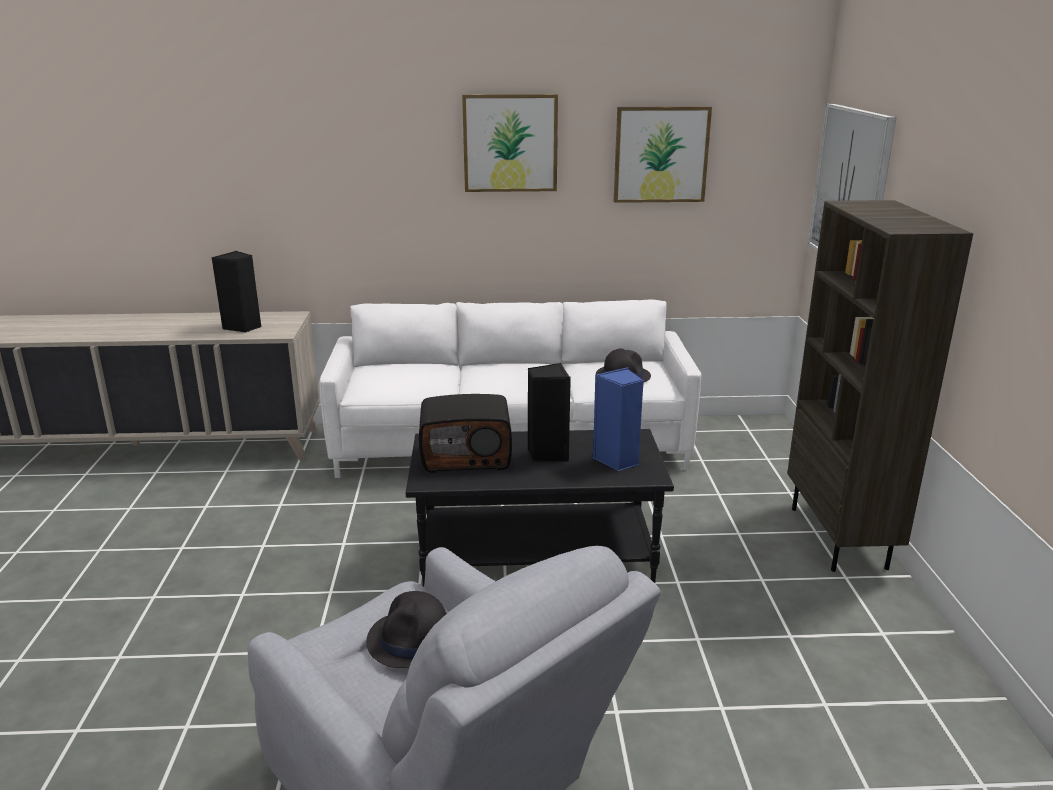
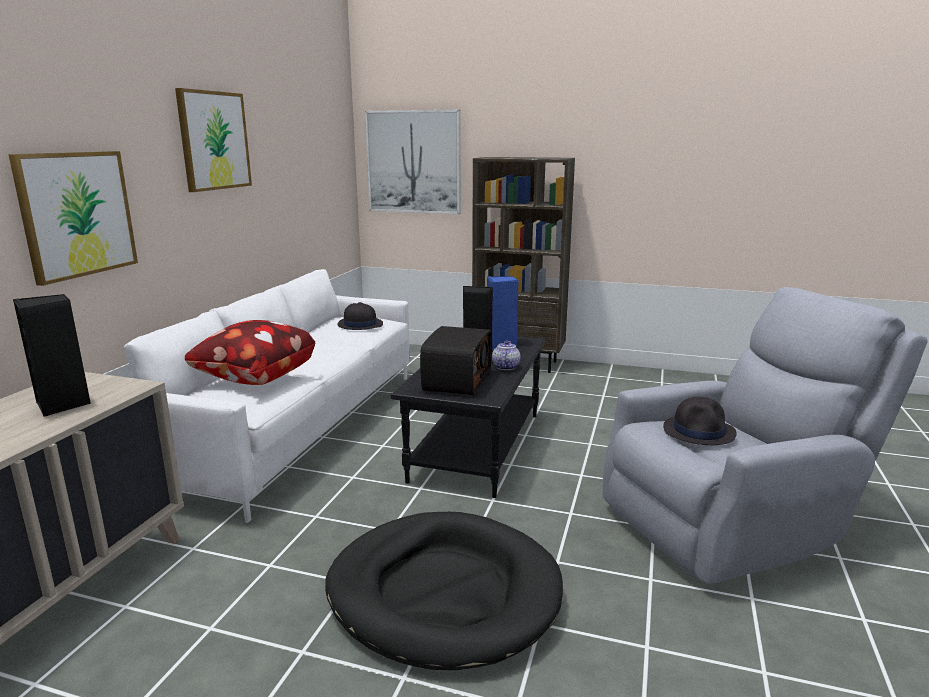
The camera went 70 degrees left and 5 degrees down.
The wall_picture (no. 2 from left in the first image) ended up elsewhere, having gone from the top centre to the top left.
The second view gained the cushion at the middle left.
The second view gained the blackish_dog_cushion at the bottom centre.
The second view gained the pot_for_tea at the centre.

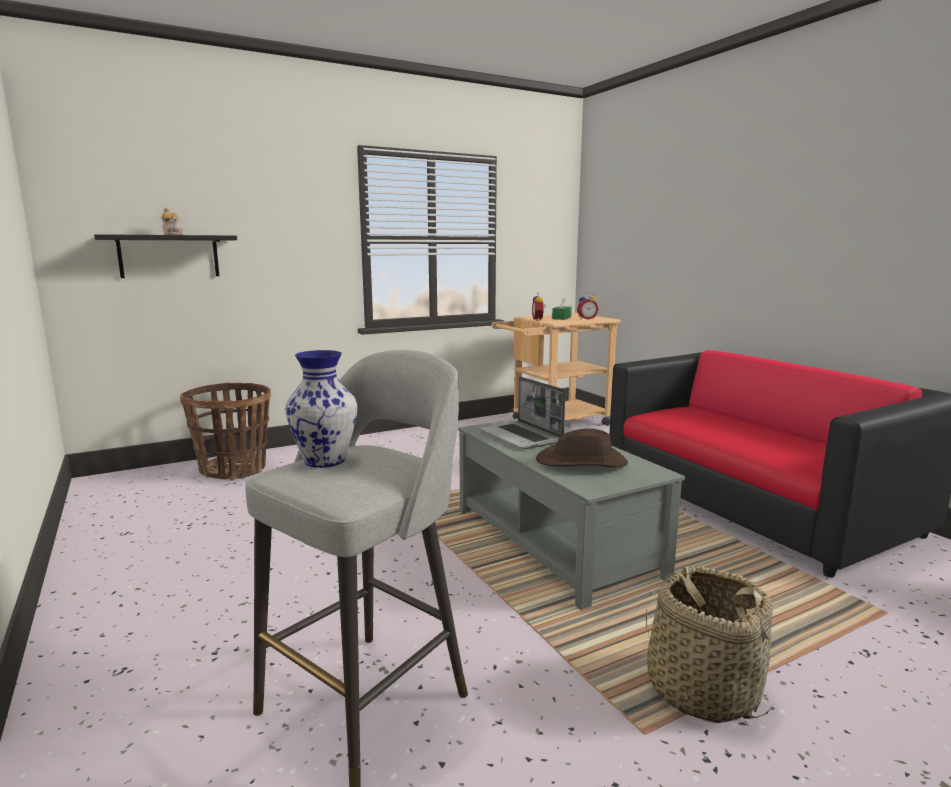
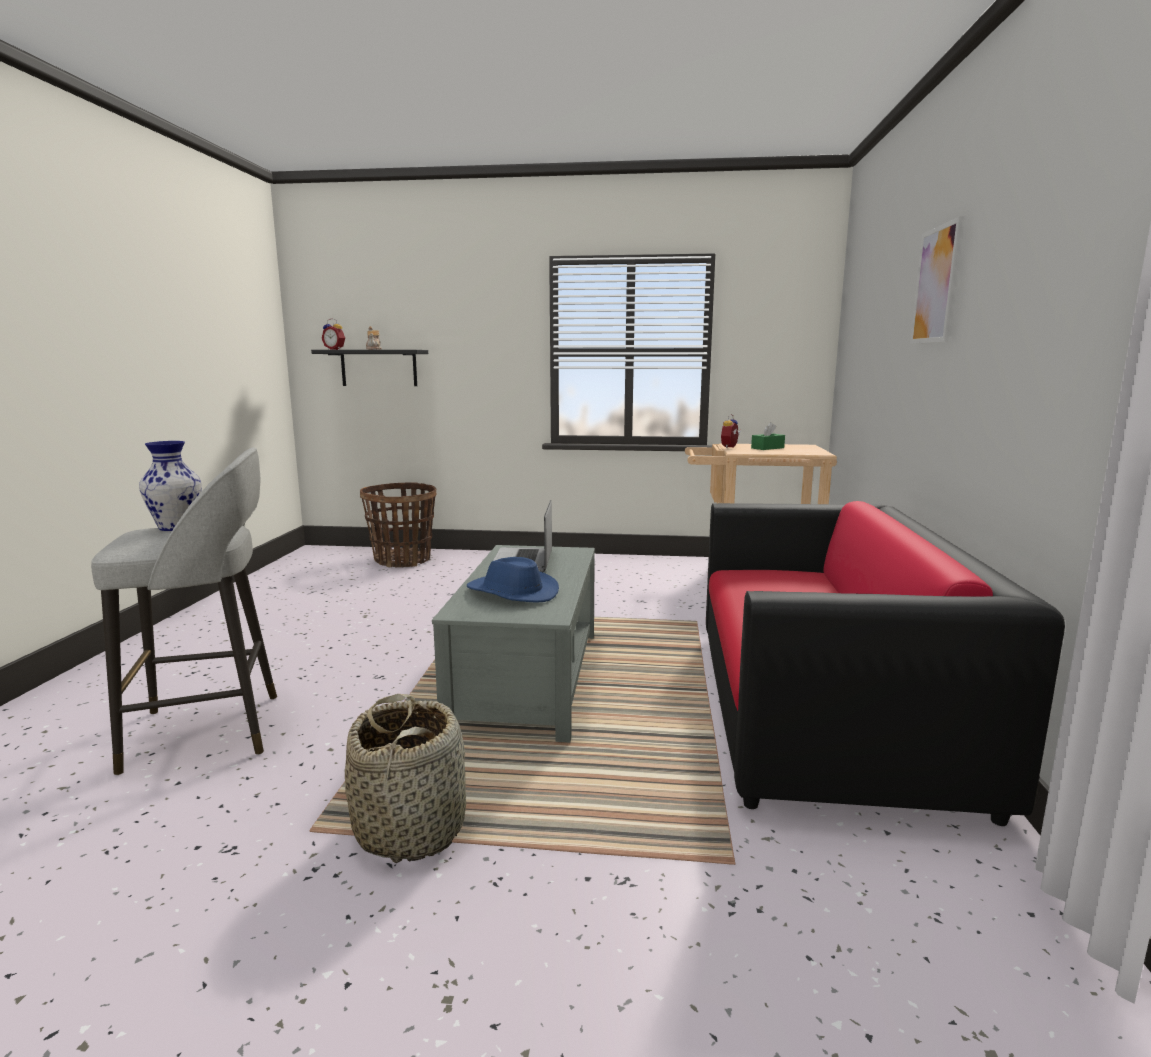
The camera went 35 degrees right and 0 degrees up.
What was the brownish_clothing_hat at the centre turned into the bluish_clothing_hat at the centre.
The alarm_clock (no. 2 from left in the first image) ended up elsewhere, having gone from the centre to the top left.
The second view gained the wall_picture at the top right.

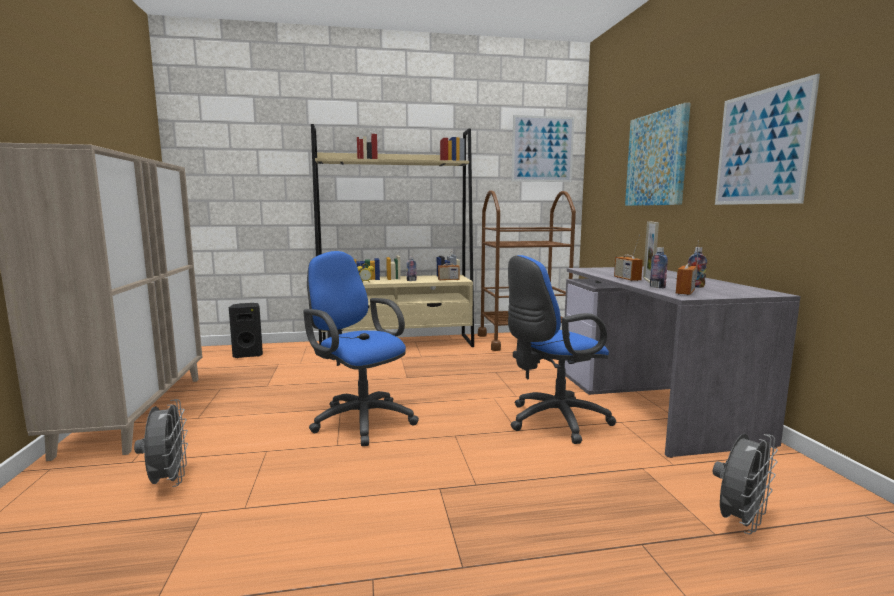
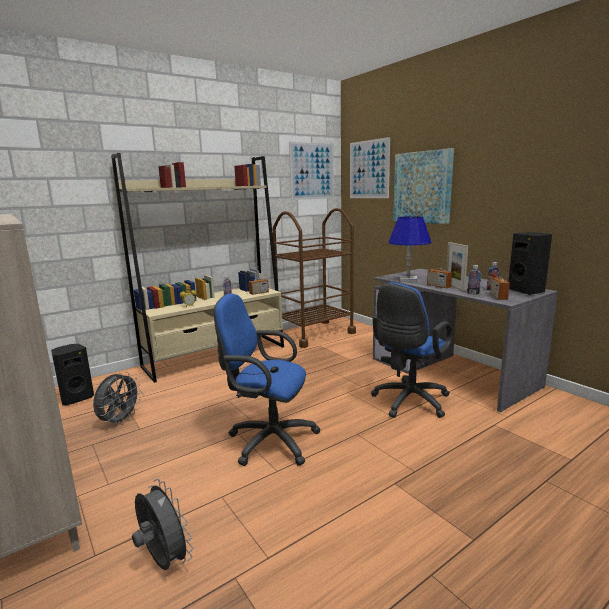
The camera went 25 degrees left and 5 degrees up.
The gray_fan (no. 2 from left in the first image) ended up elsewhere, having gone from the bottom right to the middle left.
The wall_picture (no. 3 from left in the first image) ended up elsewhere, having gone from the top right to the top centre.
The second view gained the bluish_lamp_for_a_table at the middle right.
The second view gained the blackish_loudspeaker (no. 2 from left) at the middle right.

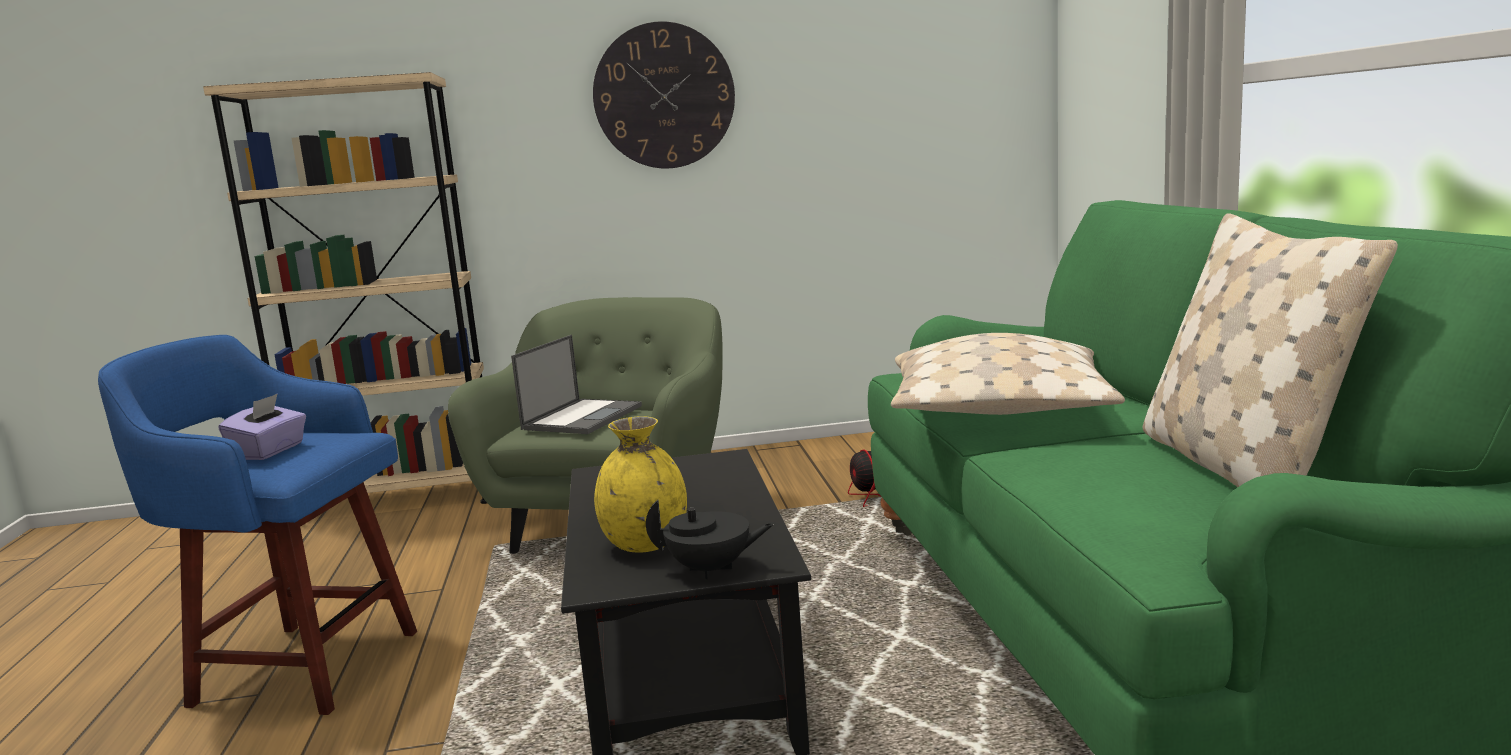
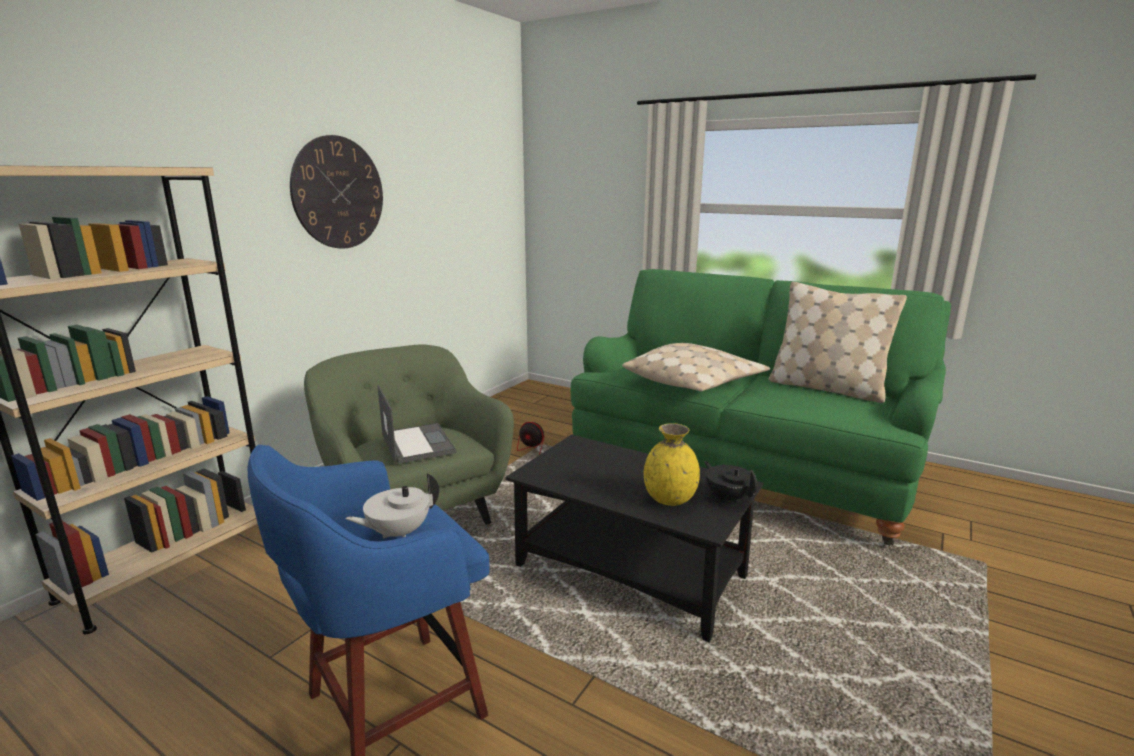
The camera went 50 degrees left and 5 degrees up.
Where the purplish_tissue_holder stood at the middle left, the whitish_pot_for_tea came to stand at the bottom centre.
The blackish_pot_for_tea at the bottom centre ended up facing another way, 75 degrees counterclockwise from before.

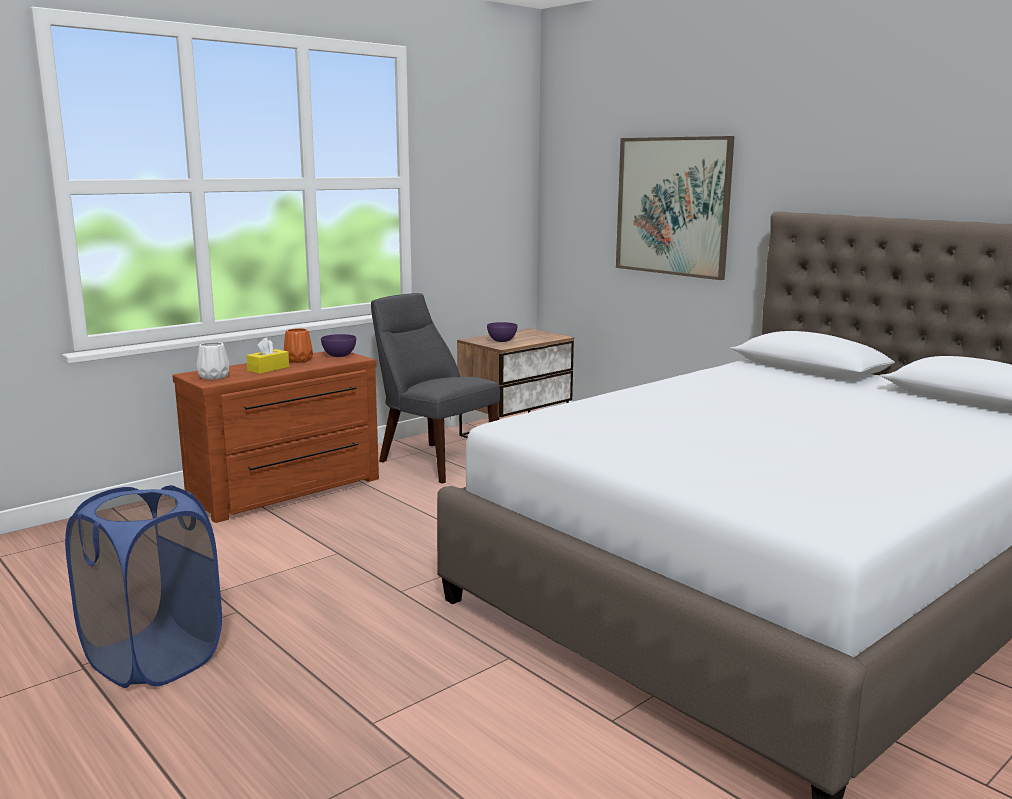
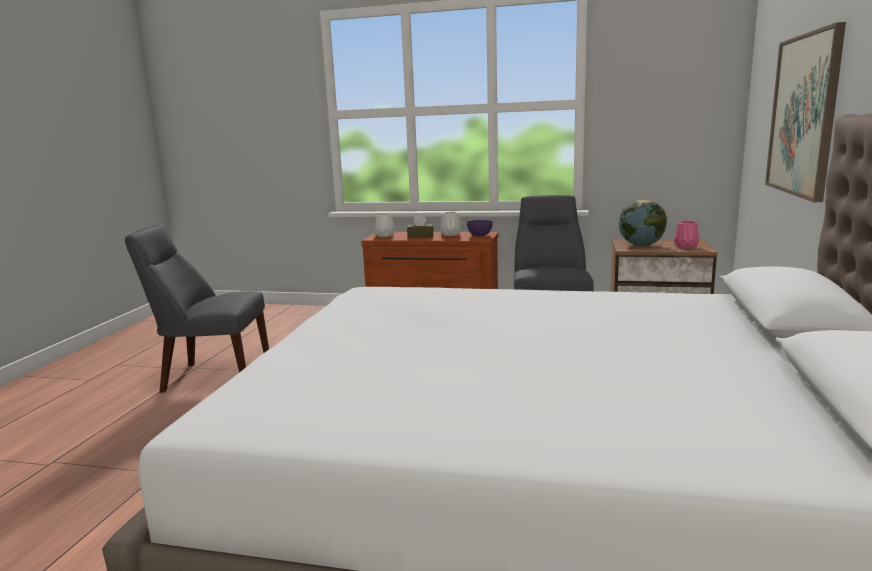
The camera went 55 degrees right and 0 degrees up.
Where the bluish_hamper stood at the bottom left, the gray_chair (no. 1 from left) came to stand at the middle left.
What was the yellowish_tissue_holder at the middle left turned into the brownish_tissue_holder at the centre.
What was the orangey_decorative_vase at the middle left turned into the whitish_decorative_vase (no. 2 from left) at the centre.
Where the purplish_deep_dish (no. 2 from left) stood at the centre, the world_globe came to stand at the middle right.
The second view gained the pink-coloured_decorative_vase at the middle right.

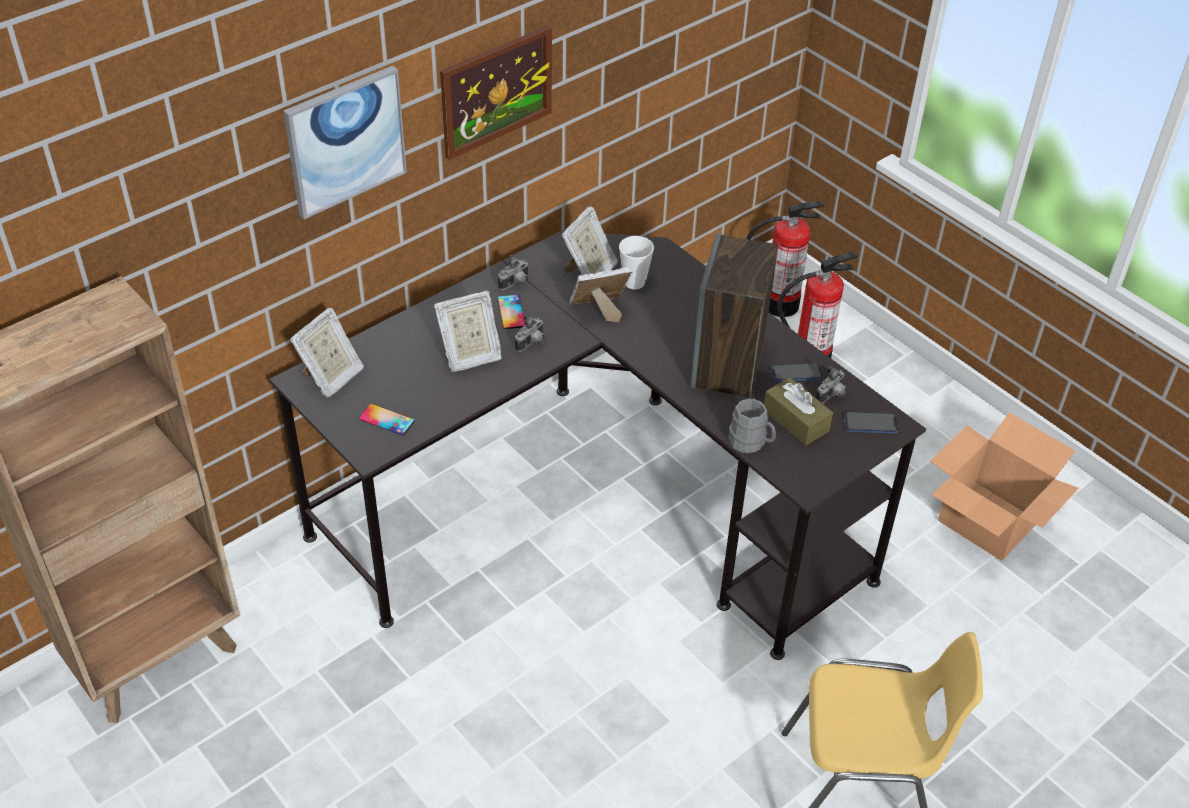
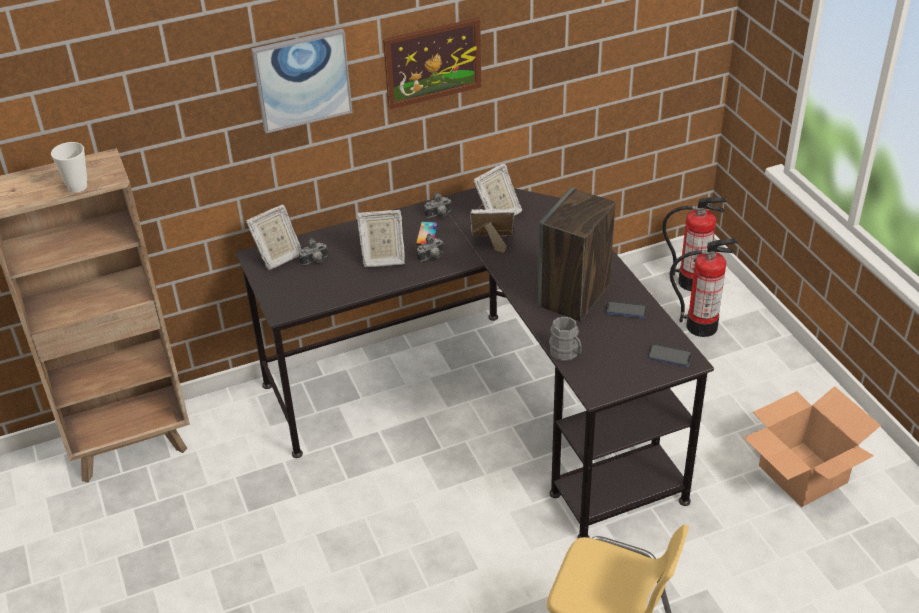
The camera went 20 degrees right and 5 degrees down.
The second view lost the handset (no. 1 from left) at the middle left.
The drinking_cup ended up elsewhere, having gone from the top centre to the top left.
The second view lost the brownish_tissue_holder at the middle right.
The photo_camera (no. 3 from left in the first image) ended up elsewhere, having gone from the middle right to the centre.

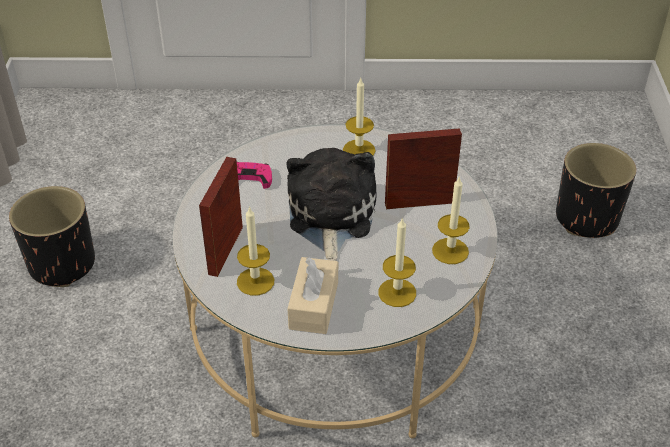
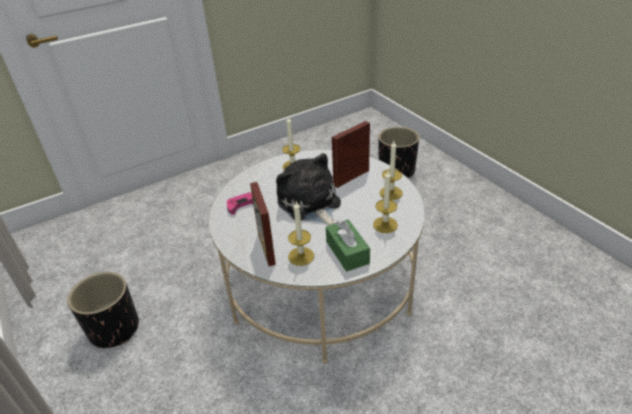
The camera went 30 degrees left and 5 degrees down.
What was the sand-coloured_tissue_holder at the centre turned into the green-coloured_tissue_holder at the centre.

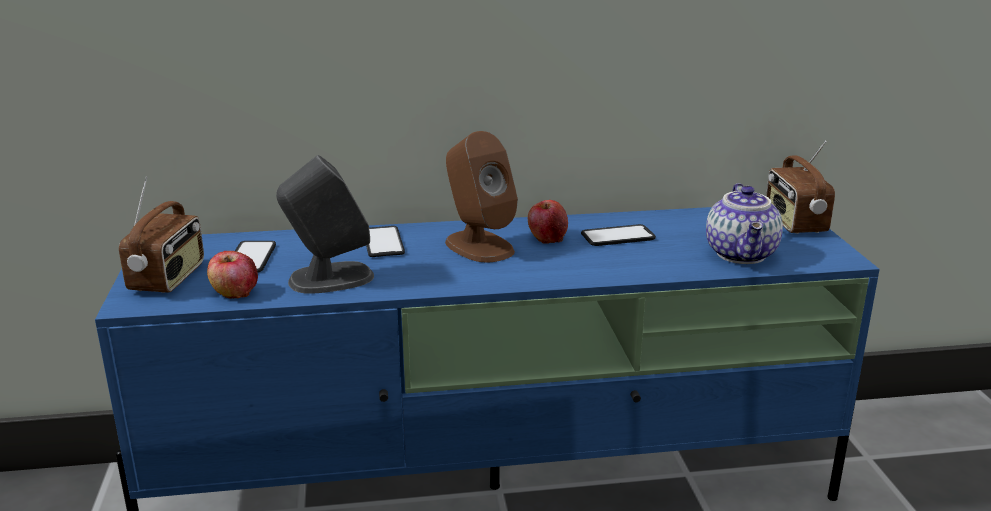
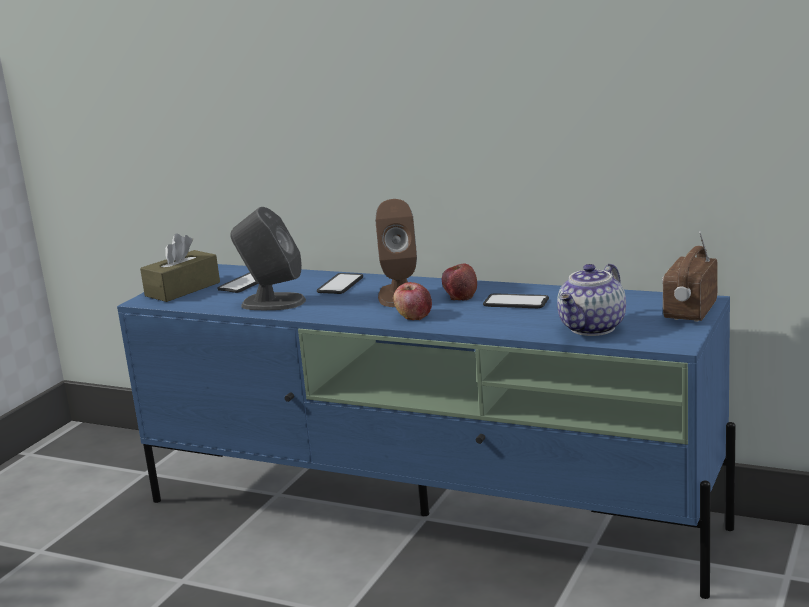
The camera went 35 degrees right and 5 degrees down.
Where the radio (no. 1 from left) stood at the middle left, the brownish_tissue_holder came to stand at the middle left.
The apple_fruit (no. 1 from left) ended up elsewhere, having gone from the middle left to the centre.

